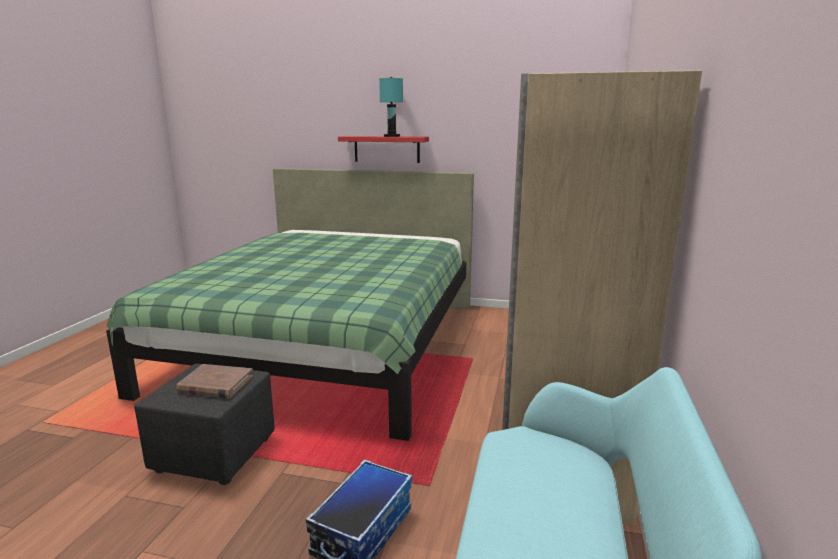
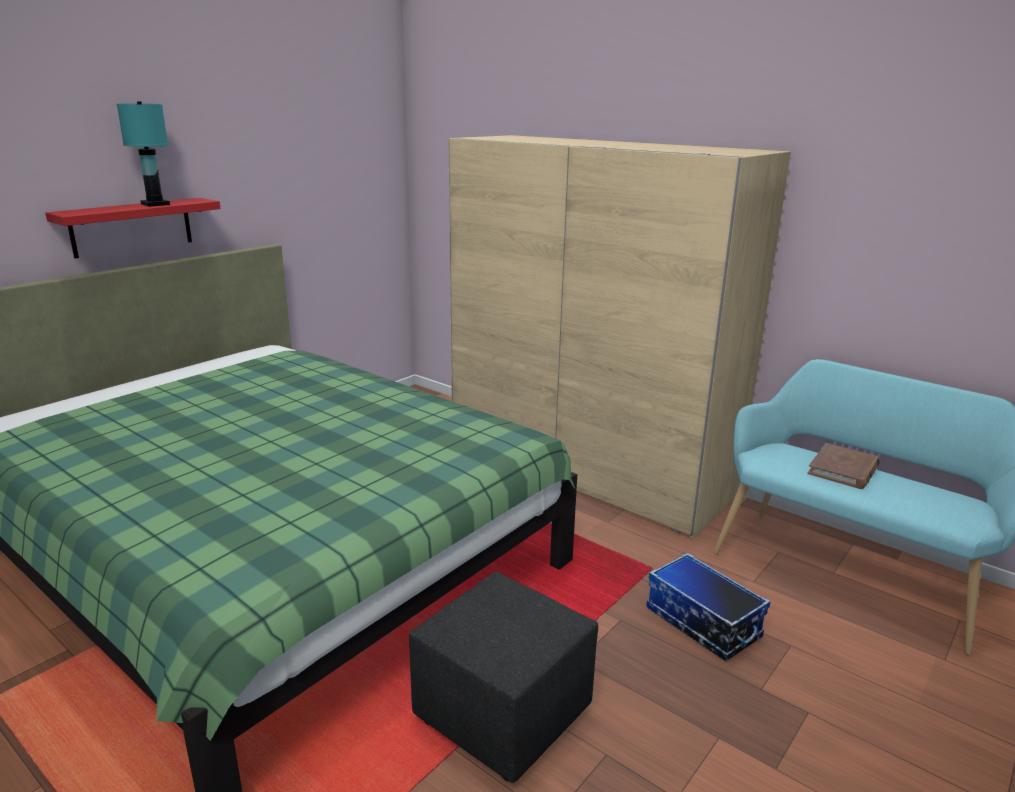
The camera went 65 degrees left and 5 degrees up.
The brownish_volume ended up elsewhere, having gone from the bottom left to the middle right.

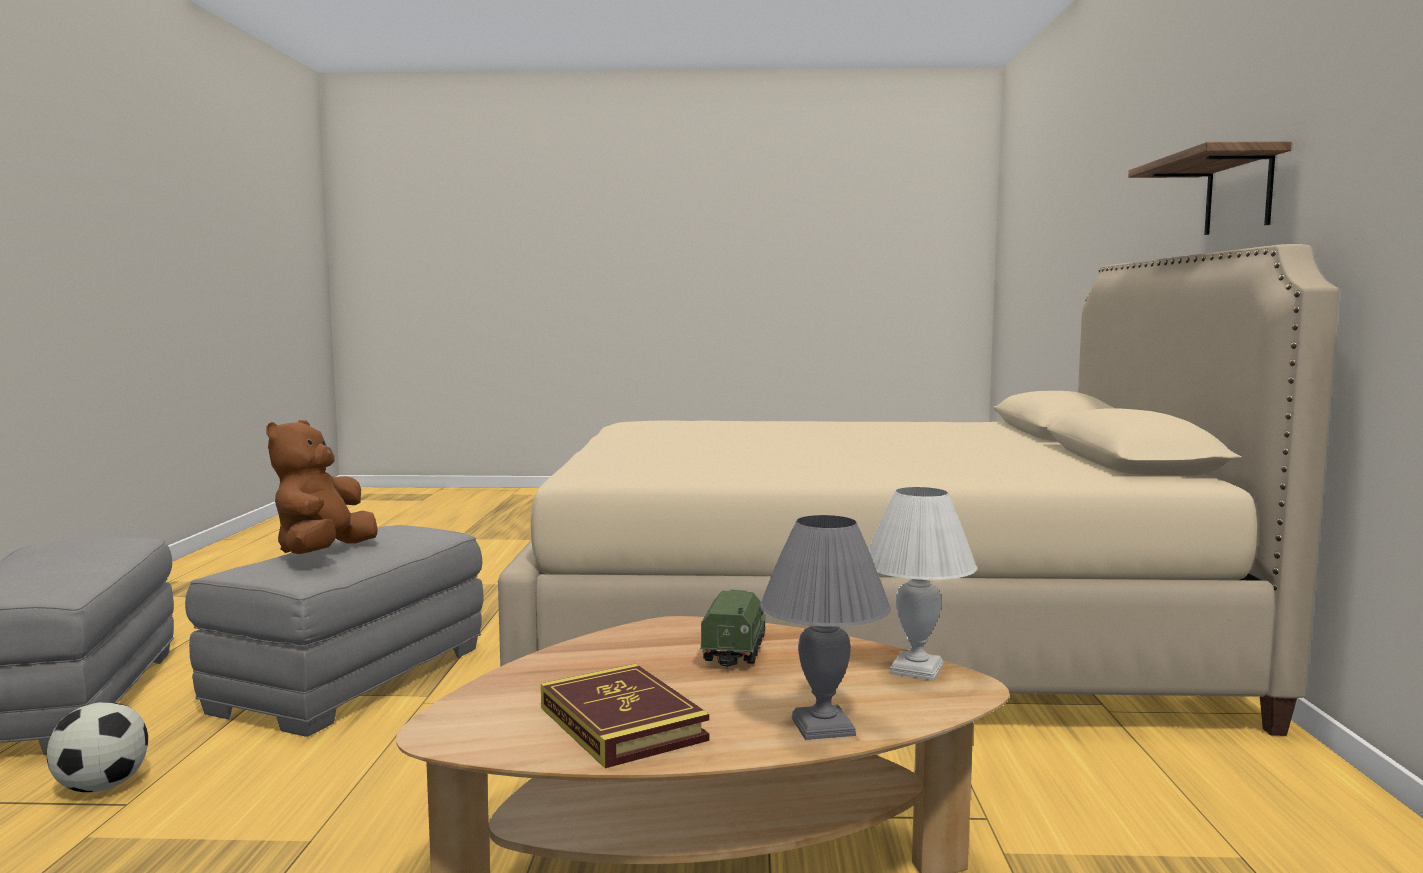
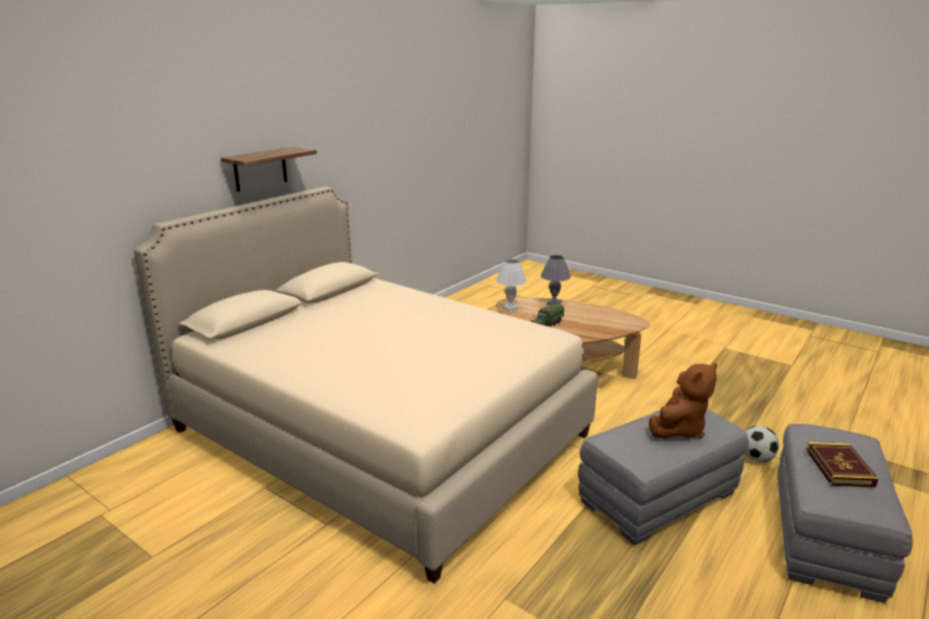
The camera went 145 degrees left and 15 degrees up.
The volume ended up elsewhere, having gone from the bottom centre to the bottom right.

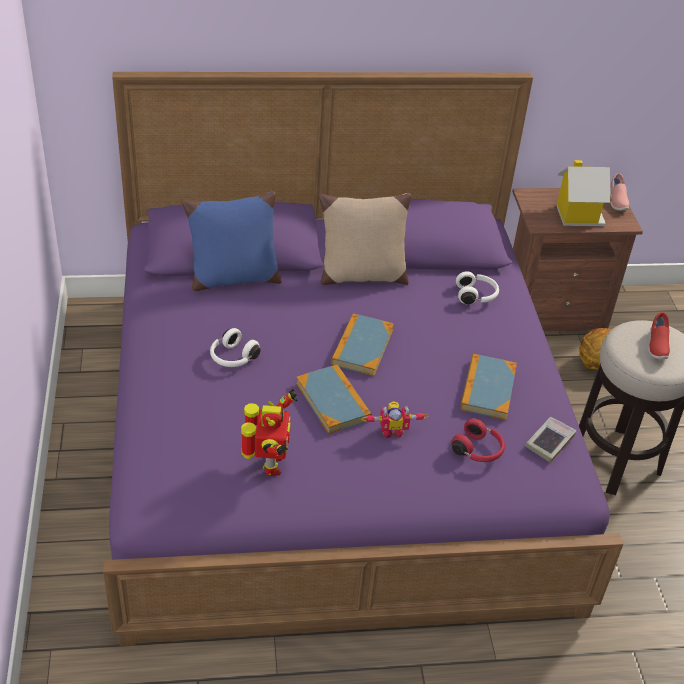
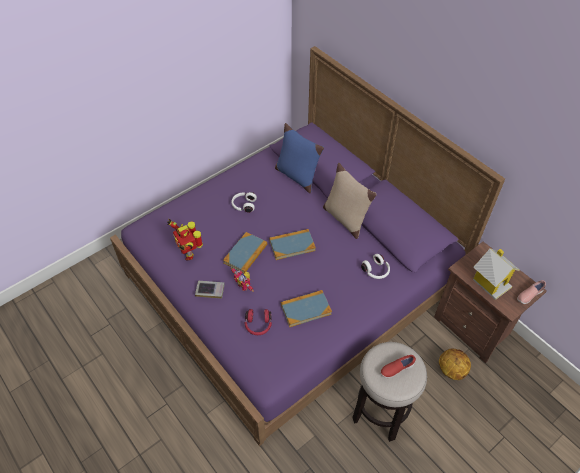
The camera went 60 degrees right and 10 degrees up.
The model_robot (no. 1 from left) at the centre ended up facing another way, 90 degrees clockwise from before.
The volume (no. 4 from left in the first image) ended up elsewhere, having gone from the middle right to the centre.

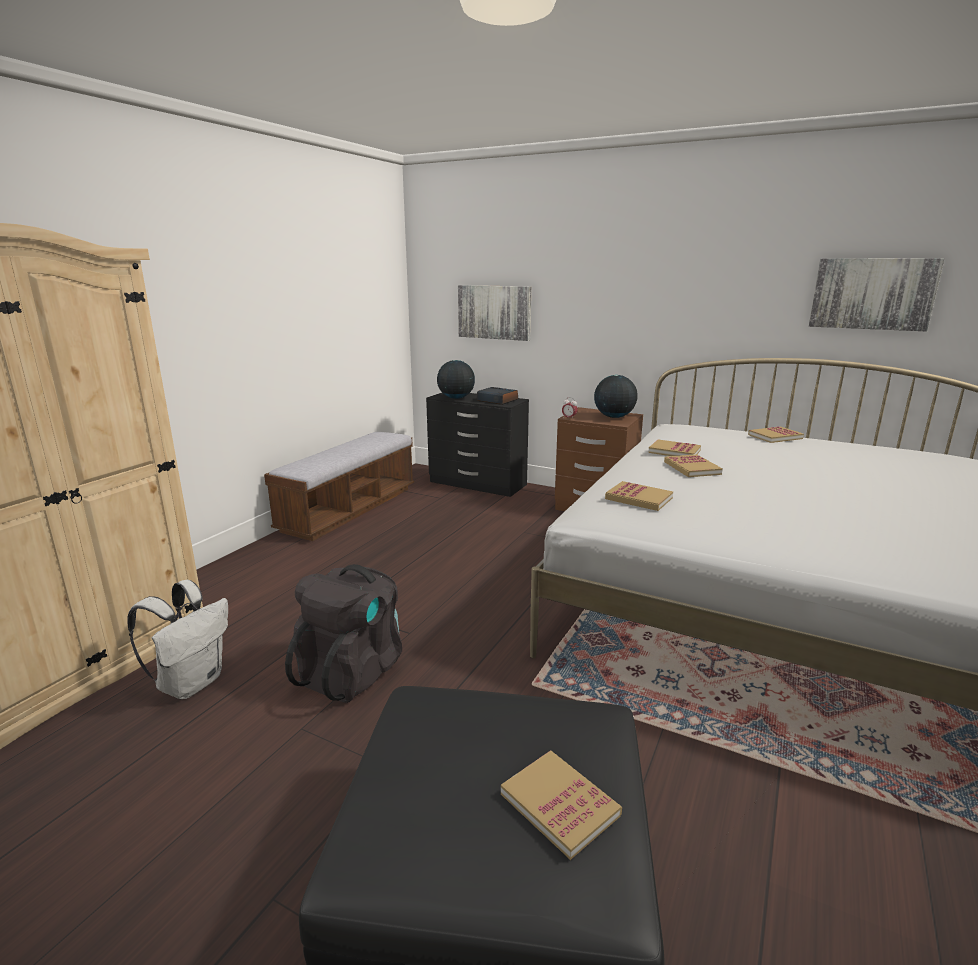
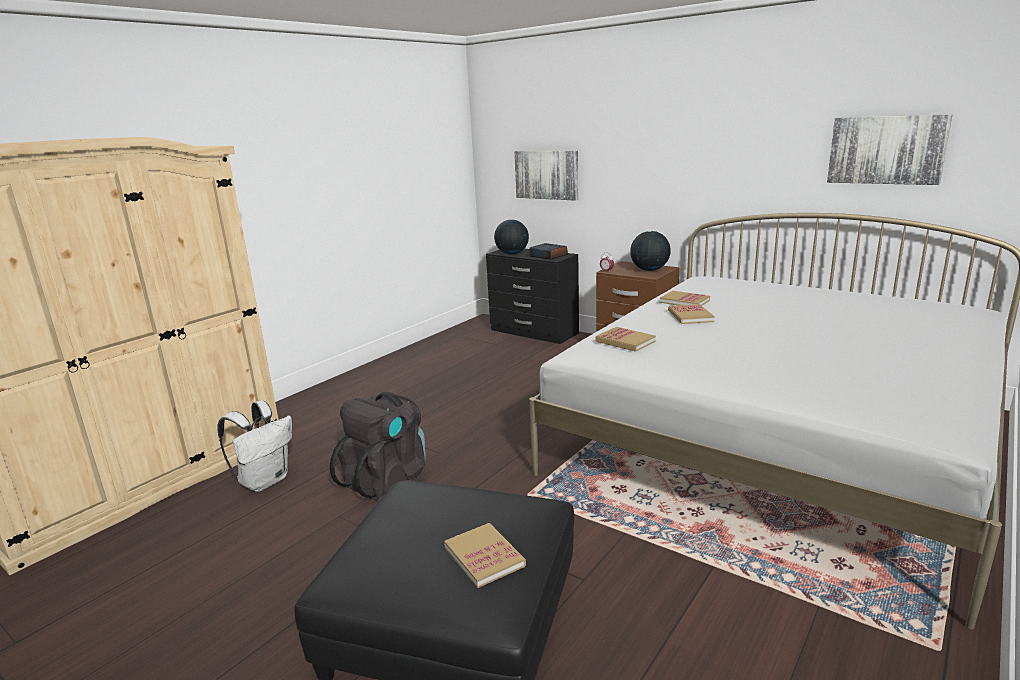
The camera went 10 degrees right and 0 degrees up.
The second view lost the bench at the centre.
The second view lost the volume (no. 5 from left) at the middle right.

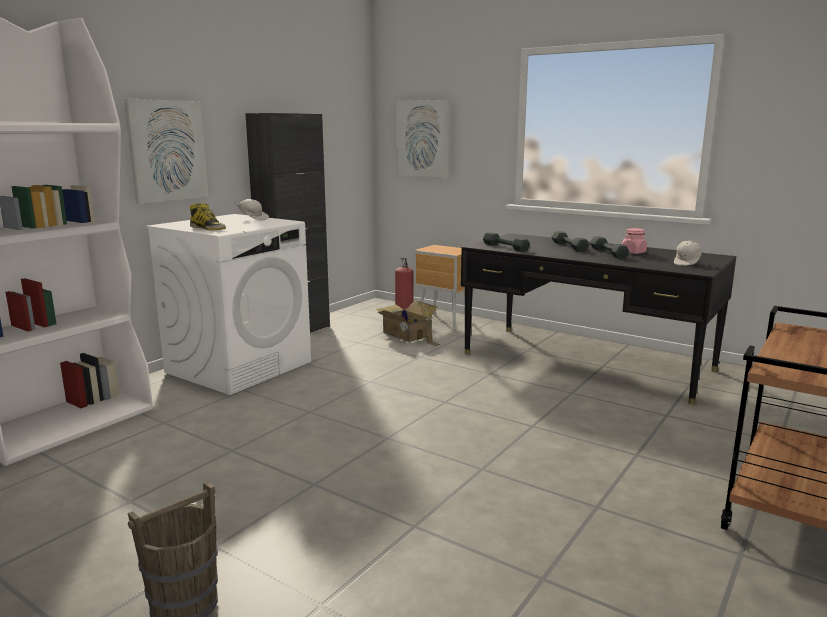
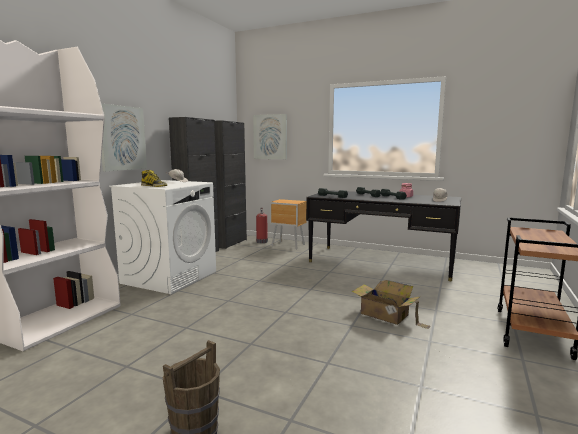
The camera went 10 degrees left and 5 degrees down.
The packing_box ended up elsewhere, having gone from the centre to the bottom right.
The second view gained the blackish_cupboard (no. 2 from left) at the centre.

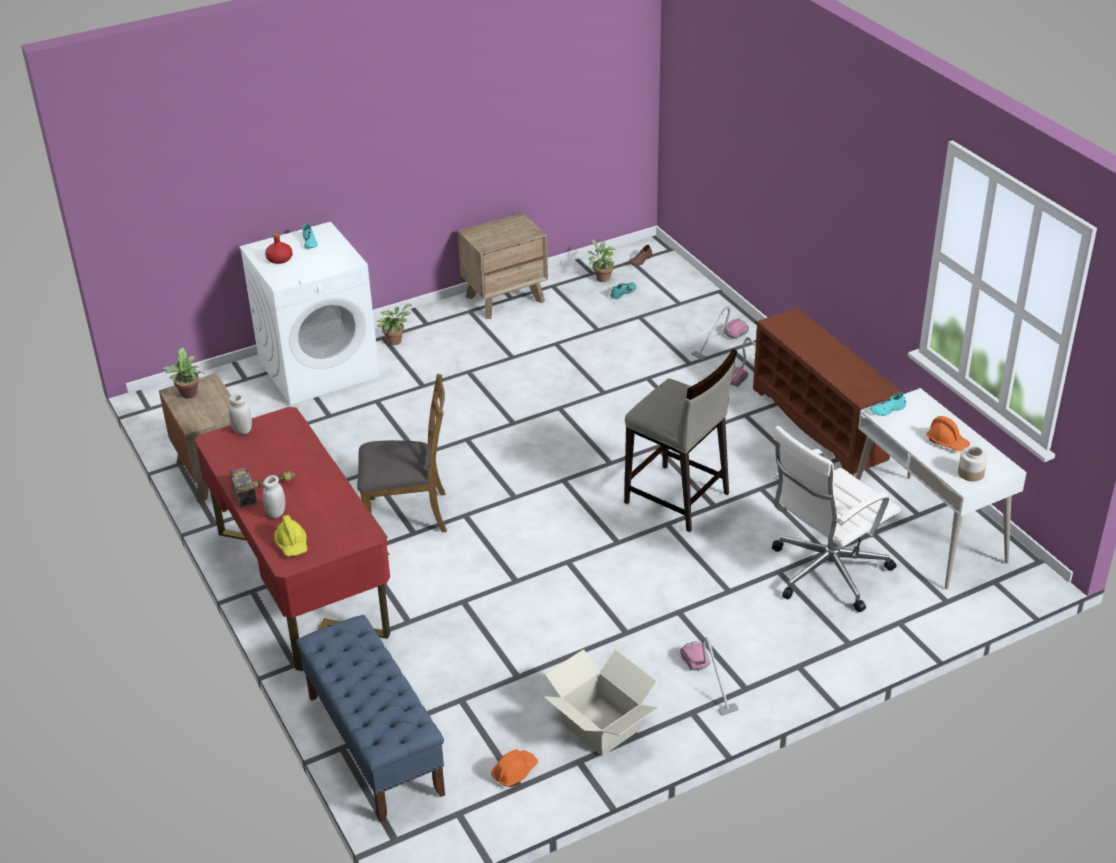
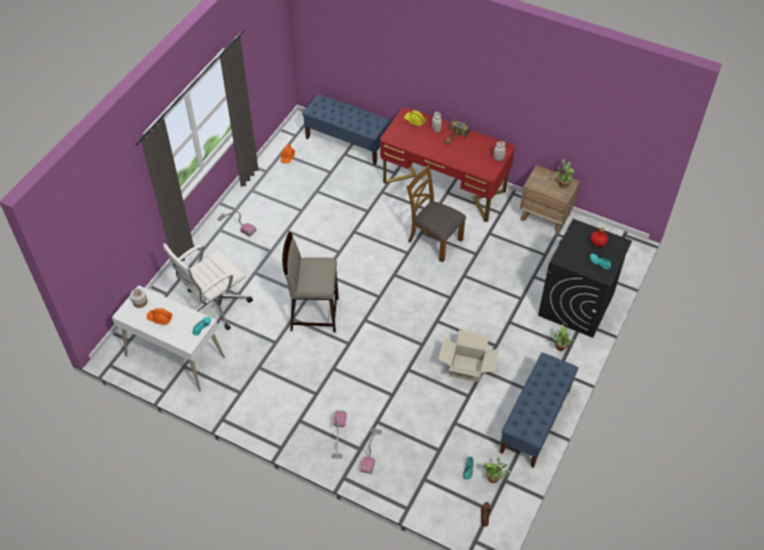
The camera went 145 degrees right and 15 degrees up.
What was the whitish_washing_machine at the middle left turned into the blackish_washing_machine at the middle right.
The brownish_chair at the centre ended up facing another way, 75 degrees clockwise from before.
Where the brownish_night_table (no. 2 from left) stood at the top centre, the bluish_bench (no. 2 from left) came to stand at the bottom right.
The packing_box ended up elsewhere, having gone from the bottom centre to the centre.
The second view lost the brownish_shoe_rack at the middle right.
The whitish_desk_chair at the middle right ended up facing another way, 150 degrees counterclockwise from before.

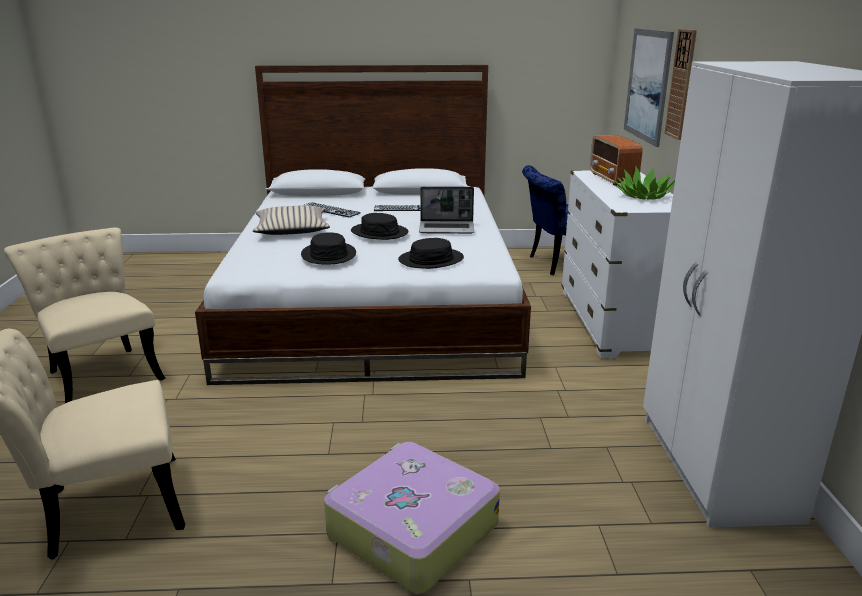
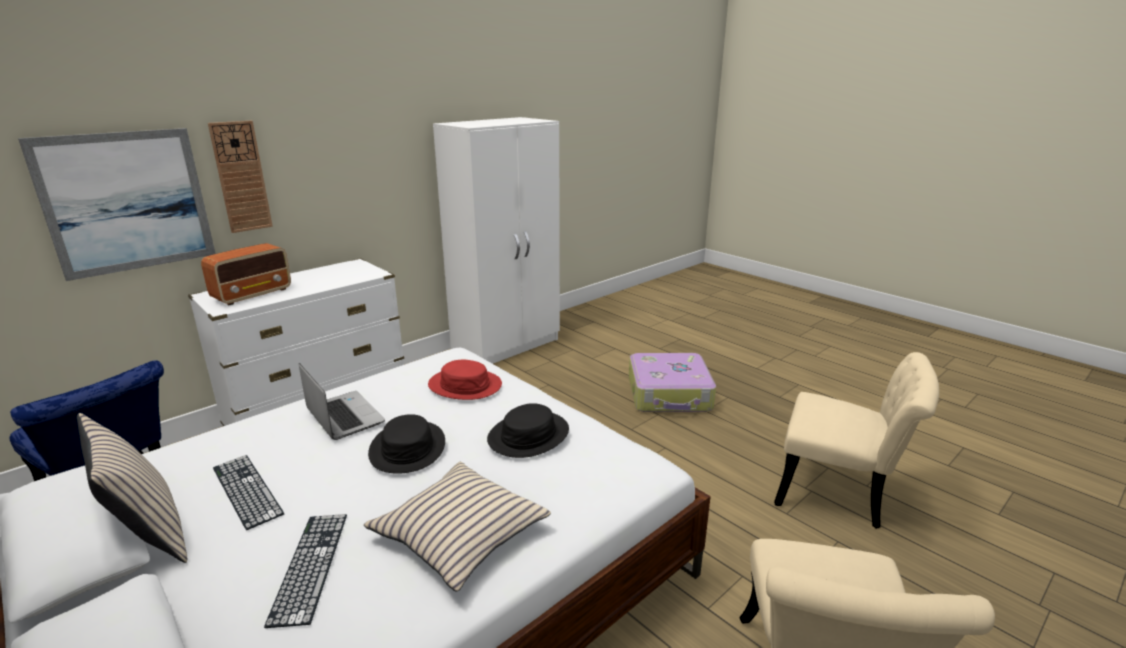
The camera went 130 degrees left and 0 degrees up.
What was the blackish_clothing_hat (no. 3 from left) at the centre turned into the red-coloured_clothing_hat at the centre.
The second view lost the potted_plant at the top right.
The second view gained the sand-coloured_cushion (no. 1 from left) at the bottom left.

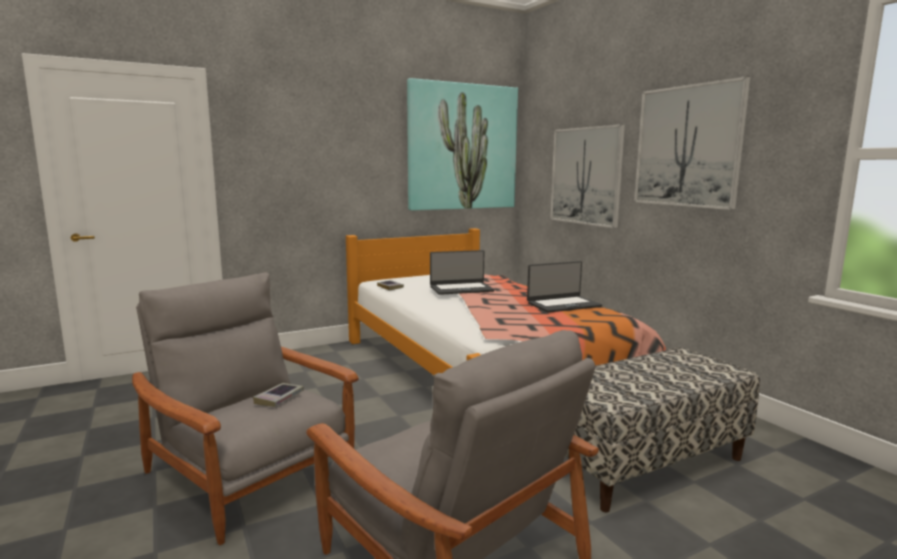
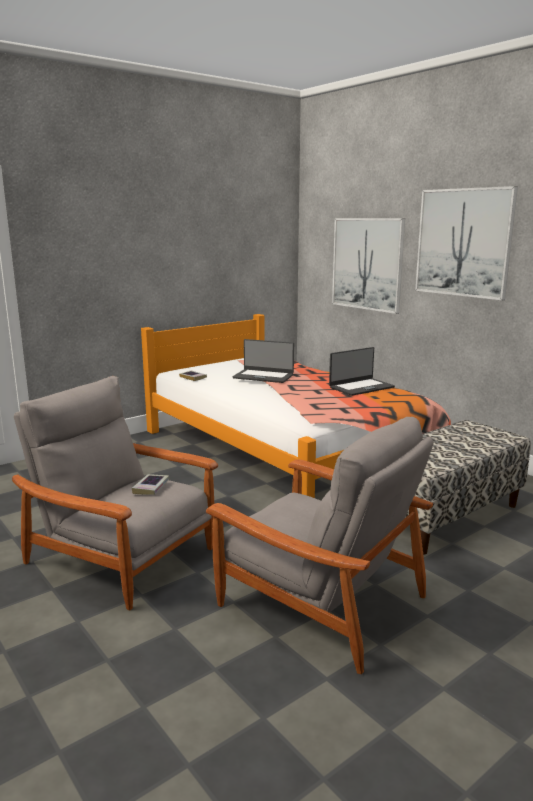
The camera went 10 degrees left and 5 degrees up.
The second view lost the wall_picture (no. 1 from left) at the top centre.
The notebook_computer (no. 1 from left) at the centre ended up facing another way, 45 degrees clockwise from before.

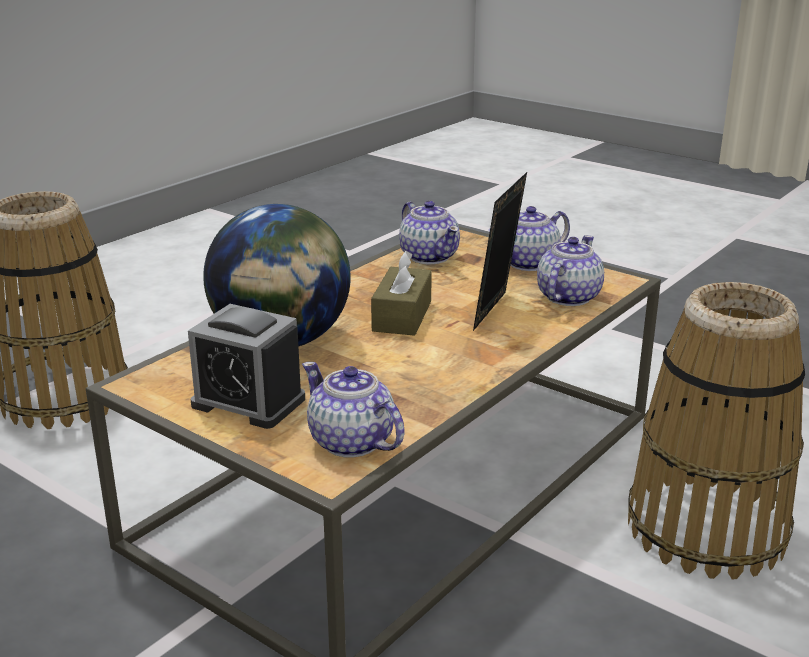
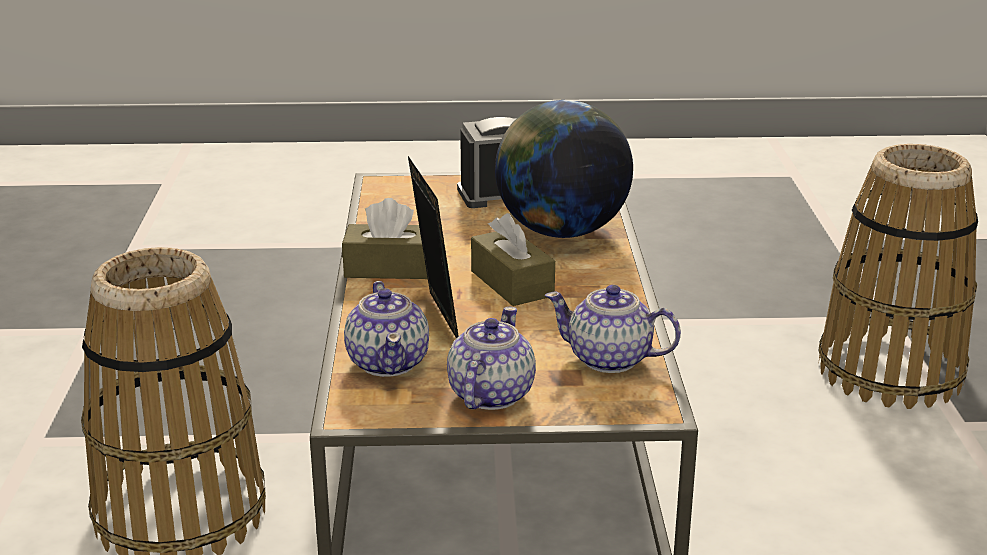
The camera went 140 degrees right and 0 degrees up.
The second view lost the pot_for_tea (no. 1 from left) at the centre.
The second view gained the brownish_tissue_holder (no. 1 from left) at the centre.

